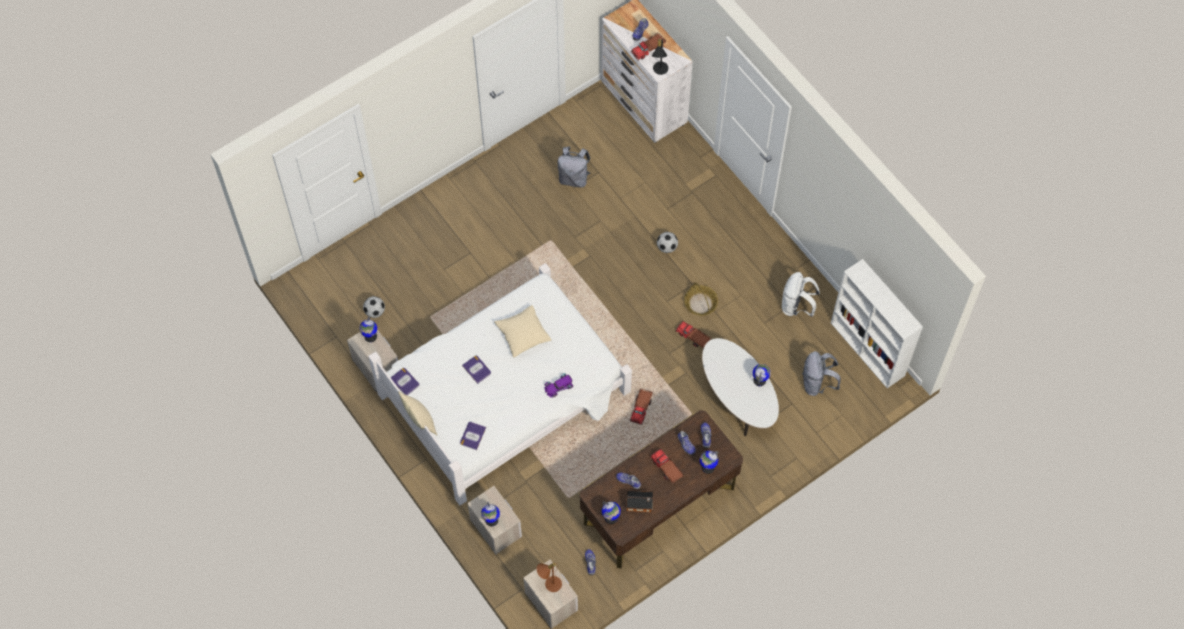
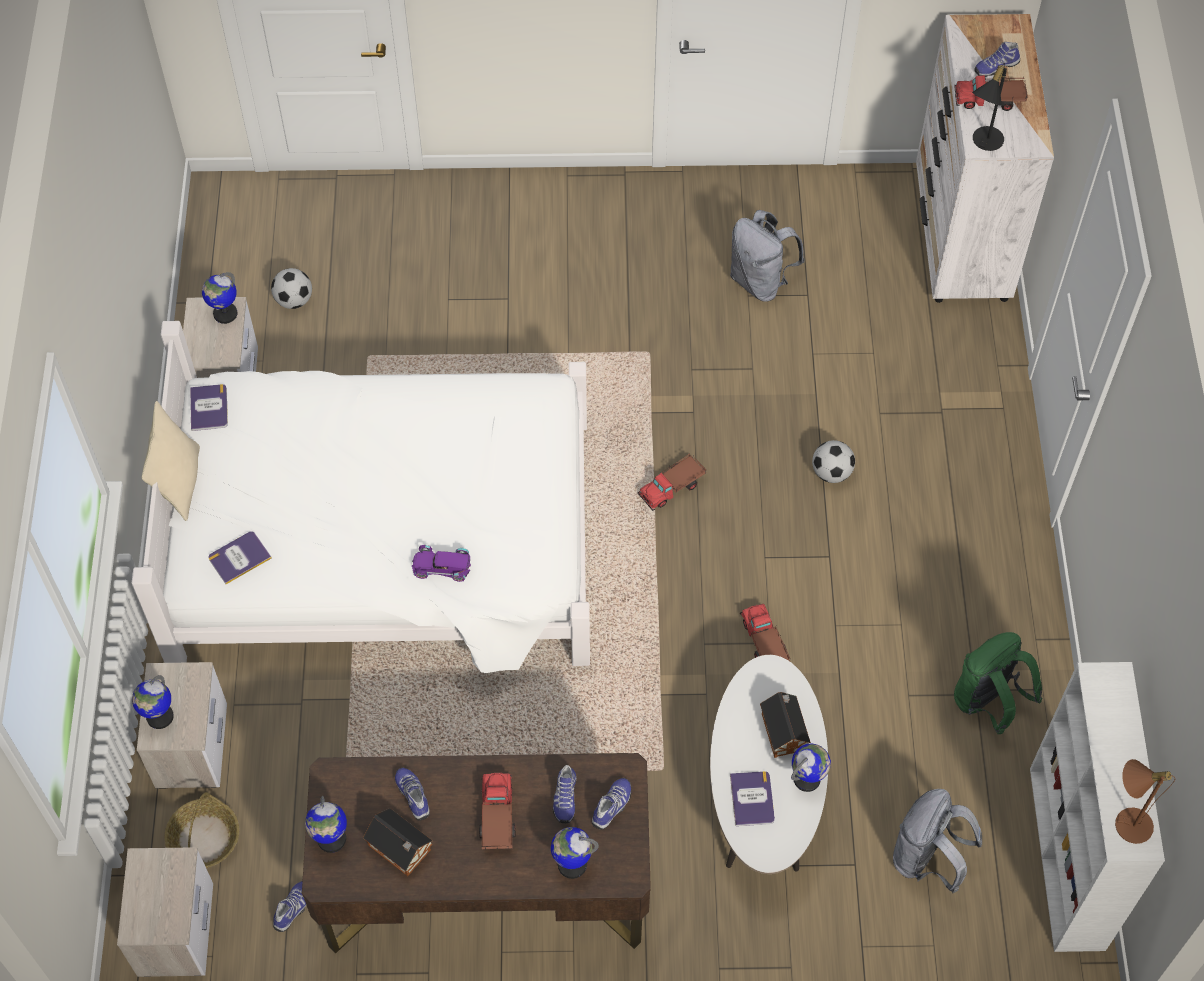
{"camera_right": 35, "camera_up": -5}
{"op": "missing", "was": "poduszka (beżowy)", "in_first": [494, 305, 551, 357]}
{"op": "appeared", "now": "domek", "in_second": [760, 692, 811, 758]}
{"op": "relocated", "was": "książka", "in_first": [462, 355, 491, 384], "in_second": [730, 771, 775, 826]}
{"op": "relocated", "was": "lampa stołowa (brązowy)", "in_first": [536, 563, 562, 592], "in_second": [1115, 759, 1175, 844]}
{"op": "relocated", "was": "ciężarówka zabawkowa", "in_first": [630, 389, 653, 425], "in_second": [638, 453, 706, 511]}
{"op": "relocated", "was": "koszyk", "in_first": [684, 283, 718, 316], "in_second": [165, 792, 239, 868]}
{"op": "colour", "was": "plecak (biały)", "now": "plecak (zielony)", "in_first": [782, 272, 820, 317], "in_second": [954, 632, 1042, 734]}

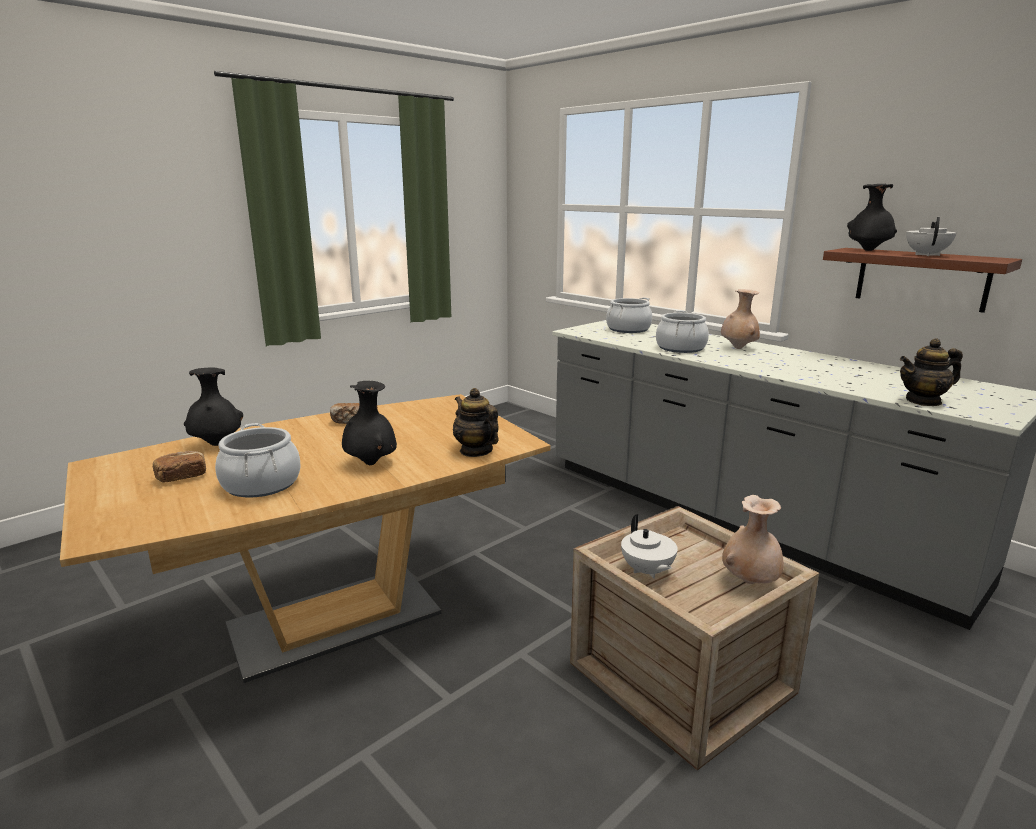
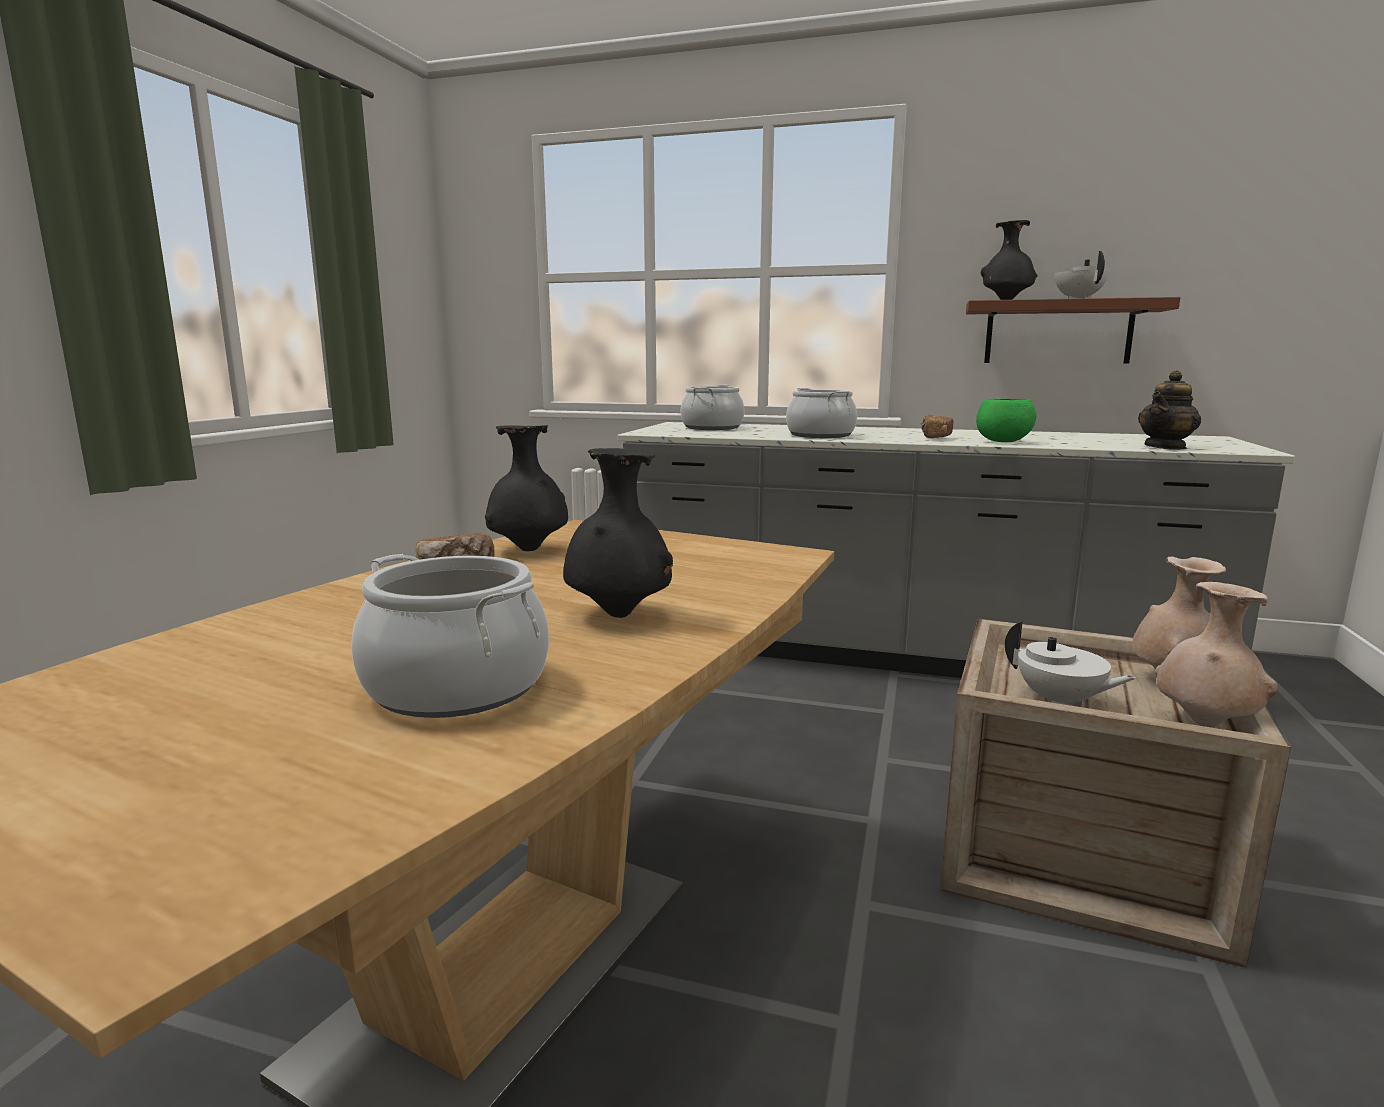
{"camera_right": -30, "camera_up": -5}
{"op": "missing", "was": "imbryk", "in_first": [453, 388, 499, 457]}
{"op": "appeared", "now": "miska (zielony)", "in_second": [976, 399, 1037, 442]}
{"op": "relocated", "was": "chleb", "in_first": [153, 451, 206, 483], "in_second": [921, 415, 953, 438]}
{"op": "relocated", "was": "wazon (czarny)", "in_first": [184, 368, 243, 446], "in_second": [485, 425, 568, 551]}
{"op": "relocated", "was": "wazon (beżowy)", "in_first": [721, 289, 760, 349], "in_second": [1156, 582, 1278, 728]}

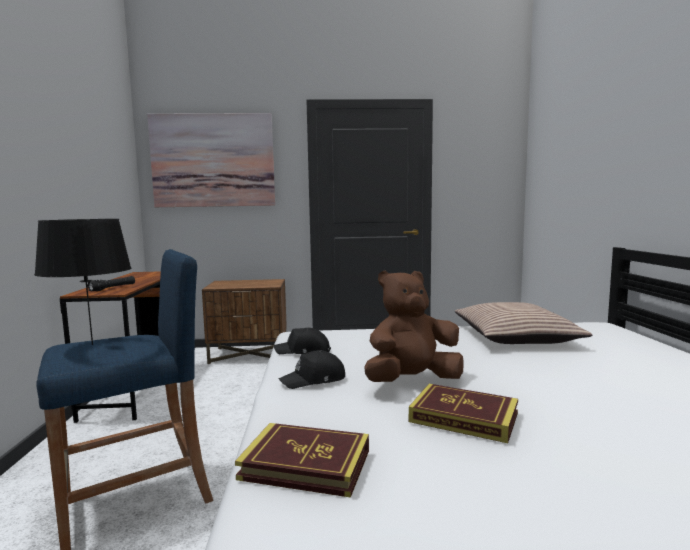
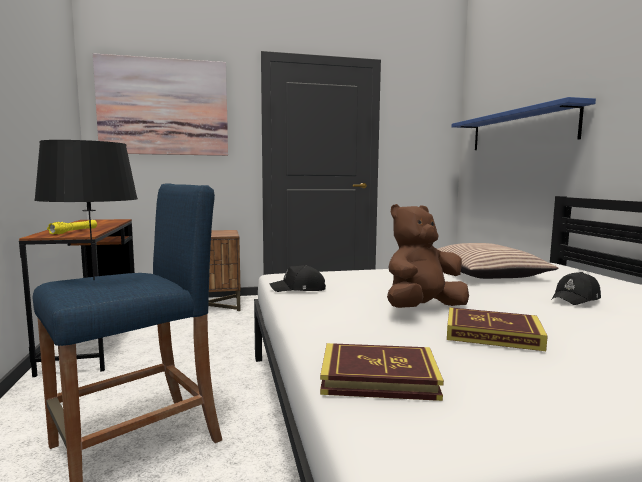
{"camera_right": -10, "camera_up": 0}
{"op": "appeared", "now": "półka (niebieski)", "in_second": [452, 97, 596, 150]}
{"op": "relocated", "was": "czapka z daszkiem (czarny)", "in_first": [278, 350, 345, 389], "in_second": [552, 272, 601, 305]}
{"op": "colour", "was": "latarka (czarny)", "now": "latarka (żółty)", "in_first": [87, 276, 135, 291], "in_second": [47, 220, 97, 234]}

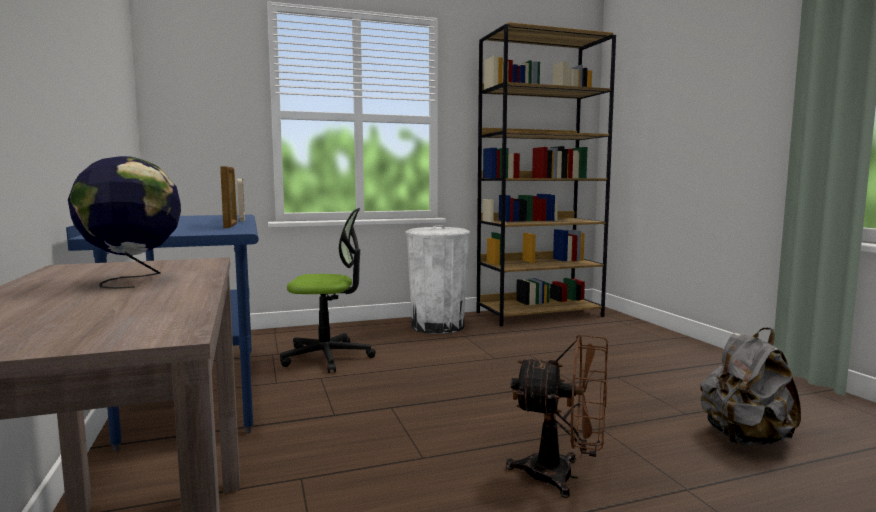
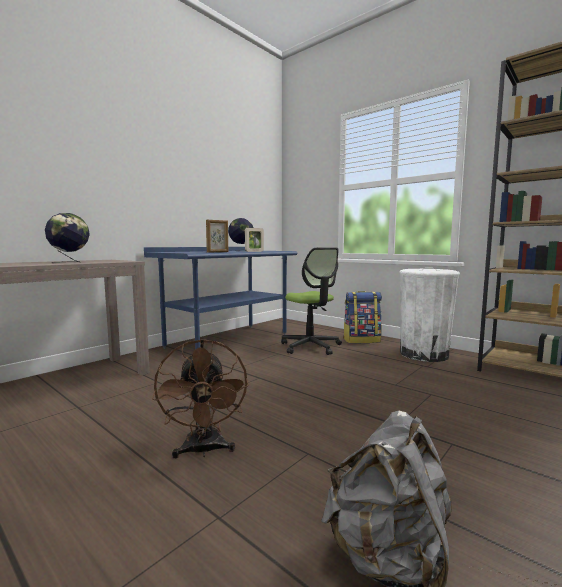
{"camera_right": 60, "camera_up": 0}
{"op": "appeared", "now": "globus", "in_second": [228, 218, 253, 251]}
{"op": "appeared", "now": "plecak", "in_second": [343, 291, 382, 343]}

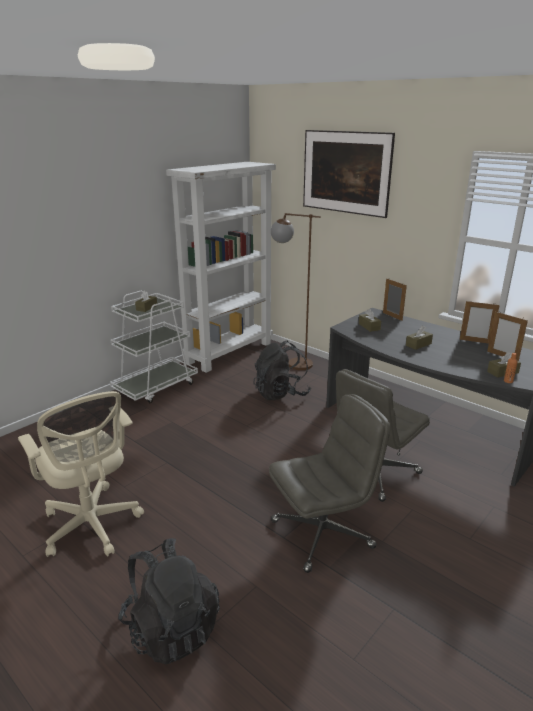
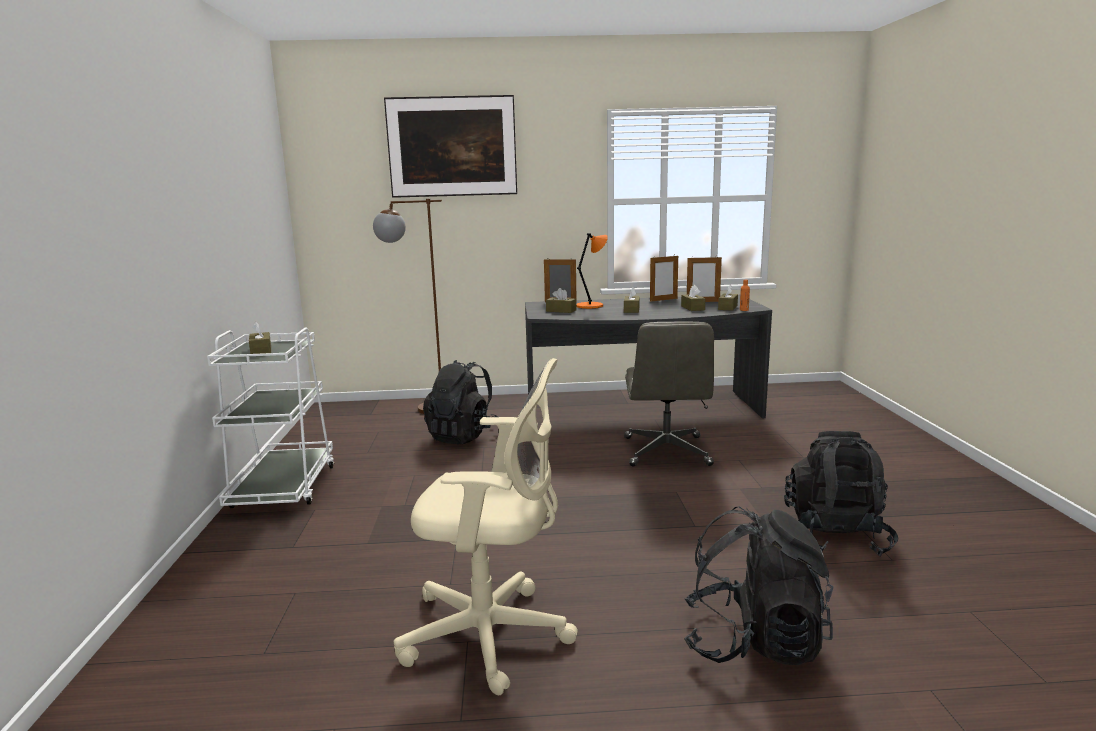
{"camera_right": -45, "camera_up": -10}
{"op": "missing", "was": "regał (biały)", "in_first": [166, 162, 276, 373]}
{"op": "missing", "was": "krzesło biurowe (szary)", "in_first": [269, 394, 391, 573]}
{"op": "appeared", "now": "lampa stołowa (pomarańczowy)", "in_second": [576, 233, 608, 309]}
{"op": "appeared", "now": "pudełko chusteczek (brązowy)", "in_second": [681, 285, 706, 311]}
{"op": "appeared", "now": "plecak (czarny)", "in_second": [784, 431, 898, 557]}

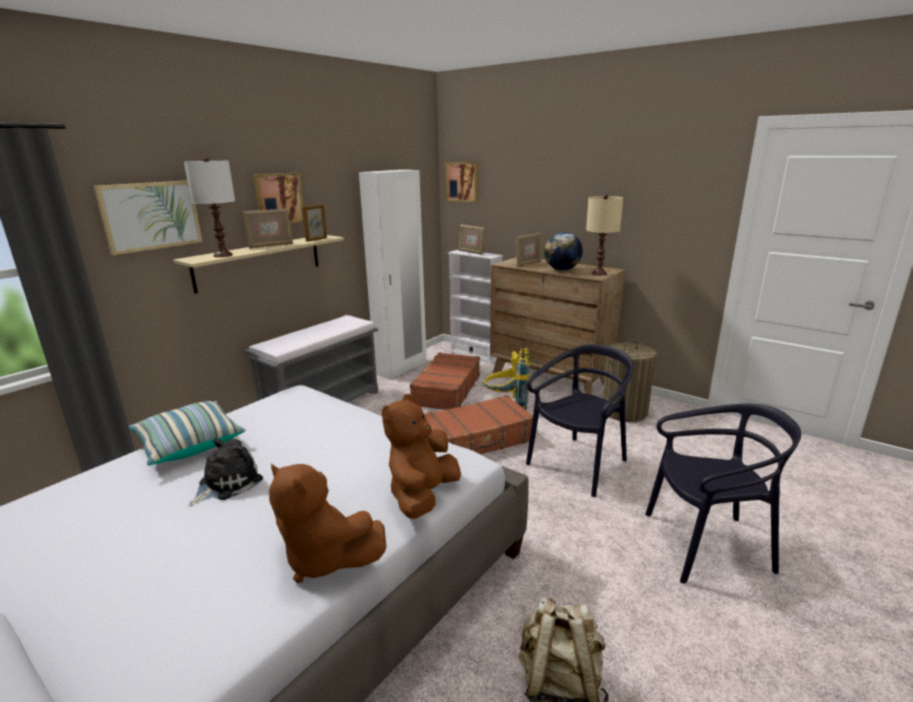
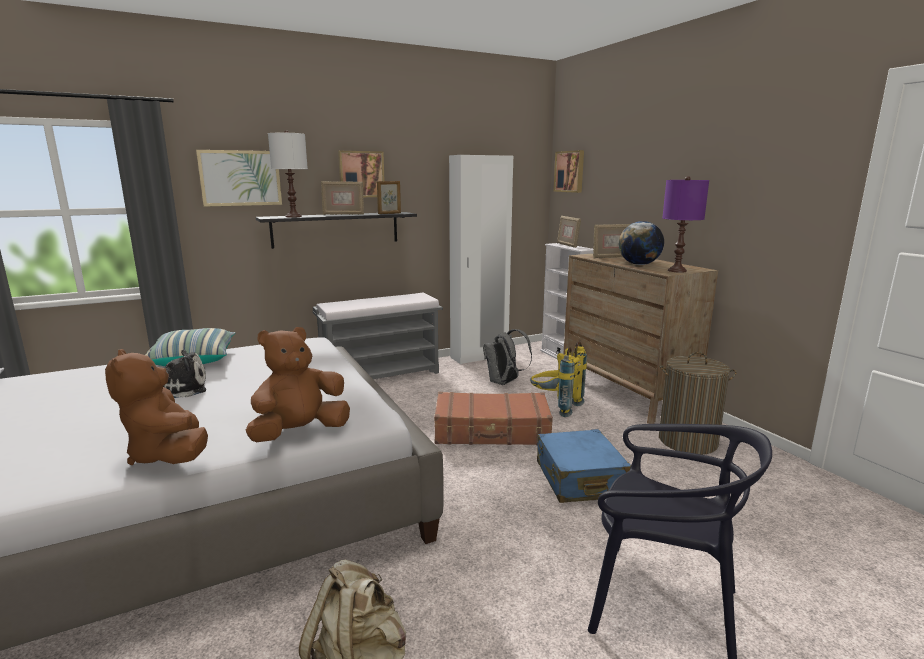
{"camera_right": 25, "camera_up": -5}
{"op": "exchanged", "was": "walizka (brązowy)", "now": "plecak (szary)", "in_first": [410, 352, 480, 410], "in_second": [483, 329, 532, 385]}
{"op": "exchanged", "was": "krzesło (czarny)", "now": "walizka (niebieski)", "in_first": [526, 344, 633, 497], "in_second": [537, 429, 631, 503]}
{"op": "colour", "was": "półka (beżowy)", "now": "półka (czarny)", "in_first": [173, 235, 344, 294], "in_second": [256, 212, 417, 249]}
{"op": "colour", "was": "lampa stołowa (beżowy)", "now": "lampa stołowa (fioletowy)", "in_first": [586, 194, 623, 276], "in_second": [662, 176, 709, 273]}

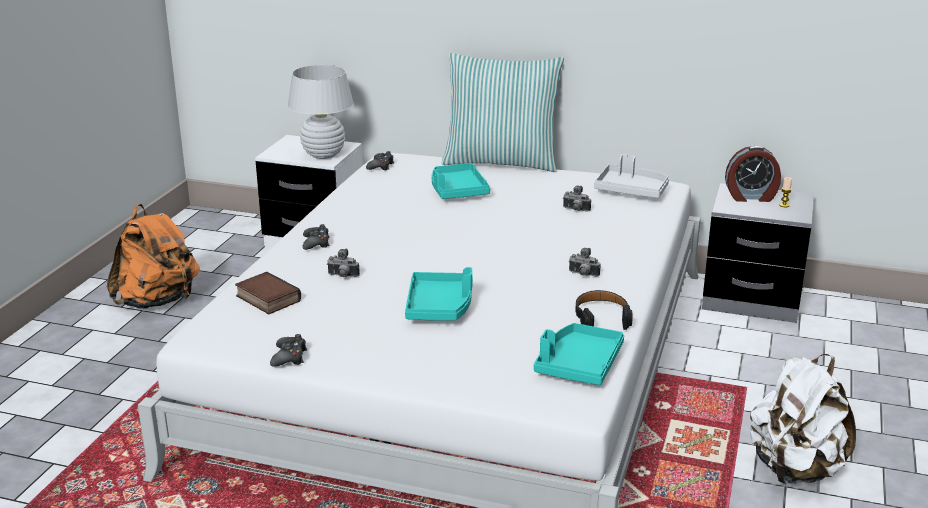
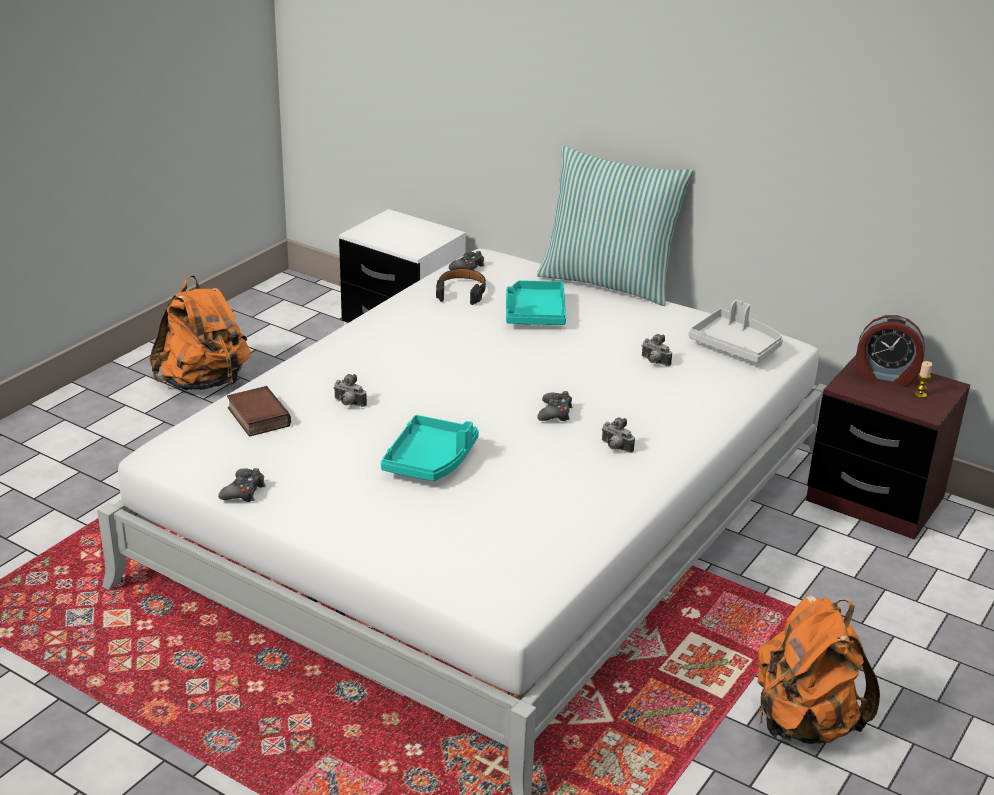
{"camera_right": 15, "camera_up": 5}
{"op": "missing", "was": "lampa stołowa (biały)", "in_first": [288, 65, 354, 159]}
{"op": "missing", "was": "taca (turkusowy)", "in_first": [534, 323, 624, 385]}
{"op": "relocated", "was": "pad do gier (czarny)", "in_first": [303, 224, 330, 250], "in_second": [537, 391, 573, 421]}
{"op": "relocated", "was": "słuchawki (czarny)", "in_first": [575, 290, 633, 330], "in_second": [436, 269, 486, 305]}
{"op": "colour", "was": "szafka nocna (szary)", "now": "szafka nocna (brązowy)", "in_first": [702, 183, 814, 323], "in_second": [806, 355, 970, 540]}
{"op": "colour", "was": "plecak (biały)", "now": "plecak (pomarańczowy)", "in_first": [749, 354, 856, 484], "in_second": [757, 595, 880, 744]}

